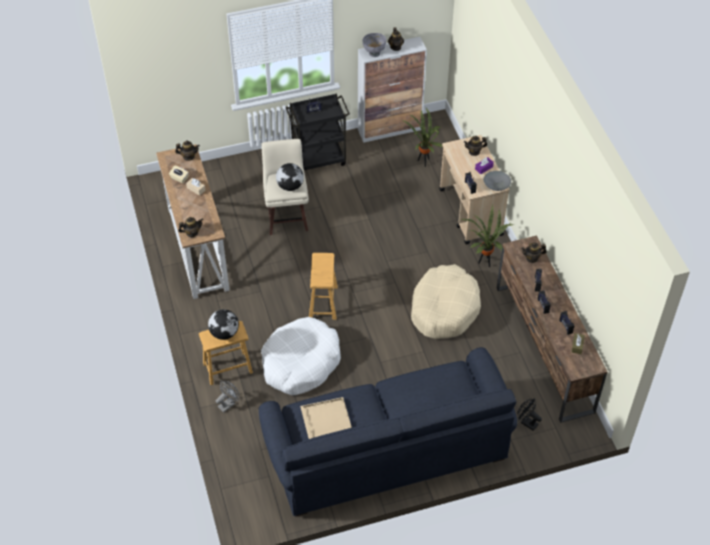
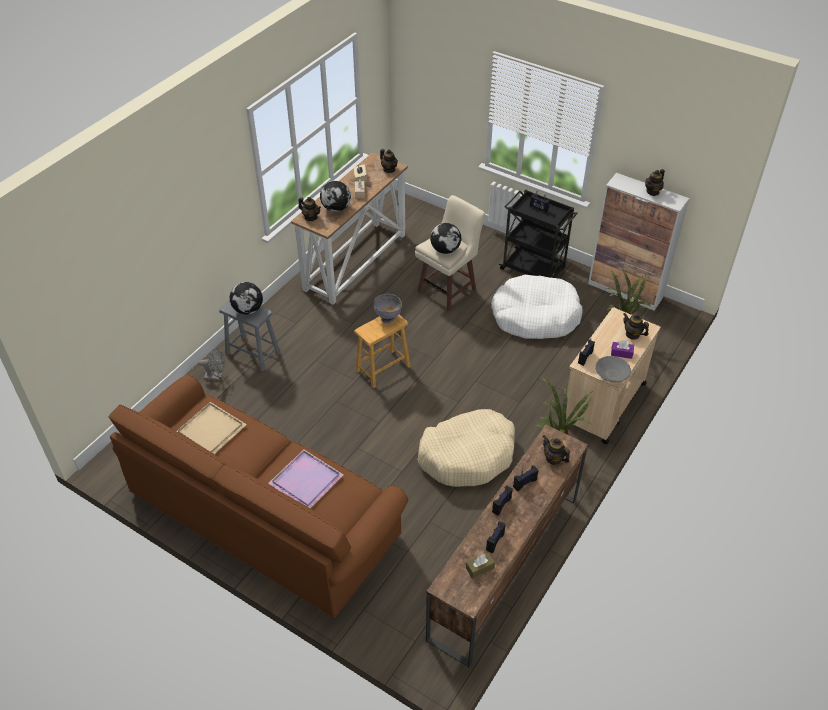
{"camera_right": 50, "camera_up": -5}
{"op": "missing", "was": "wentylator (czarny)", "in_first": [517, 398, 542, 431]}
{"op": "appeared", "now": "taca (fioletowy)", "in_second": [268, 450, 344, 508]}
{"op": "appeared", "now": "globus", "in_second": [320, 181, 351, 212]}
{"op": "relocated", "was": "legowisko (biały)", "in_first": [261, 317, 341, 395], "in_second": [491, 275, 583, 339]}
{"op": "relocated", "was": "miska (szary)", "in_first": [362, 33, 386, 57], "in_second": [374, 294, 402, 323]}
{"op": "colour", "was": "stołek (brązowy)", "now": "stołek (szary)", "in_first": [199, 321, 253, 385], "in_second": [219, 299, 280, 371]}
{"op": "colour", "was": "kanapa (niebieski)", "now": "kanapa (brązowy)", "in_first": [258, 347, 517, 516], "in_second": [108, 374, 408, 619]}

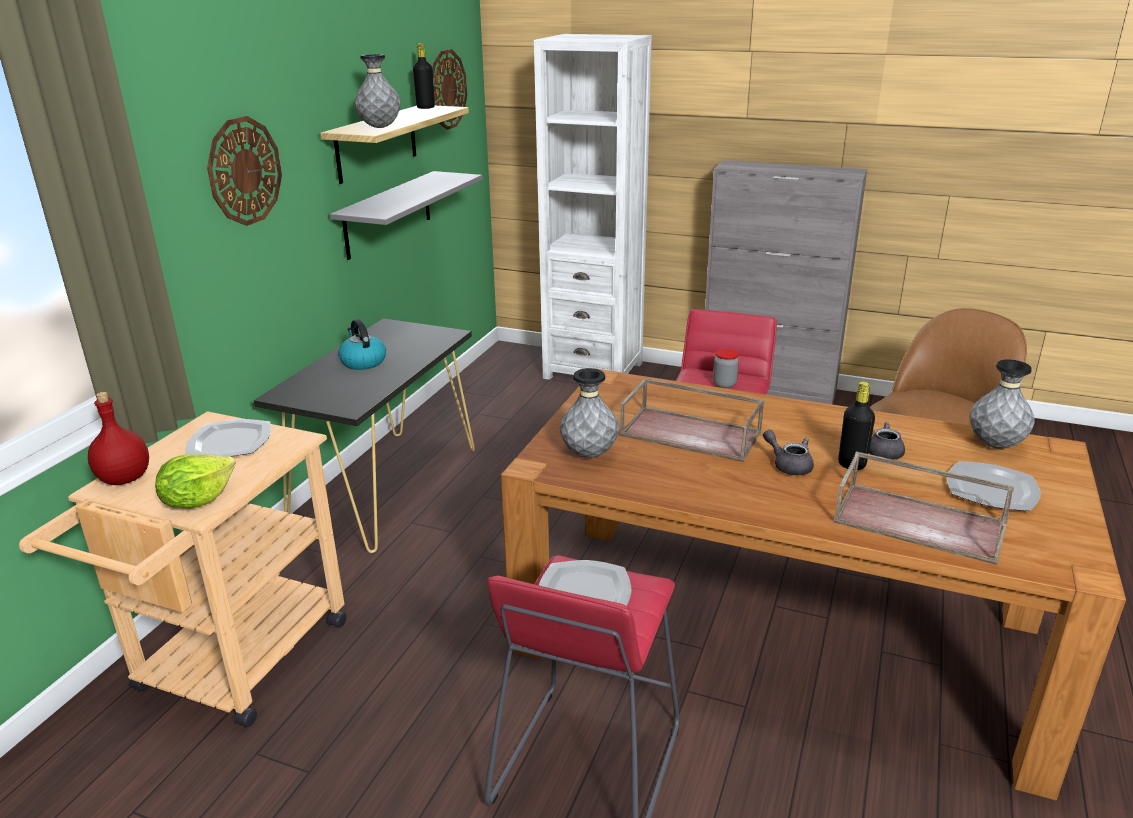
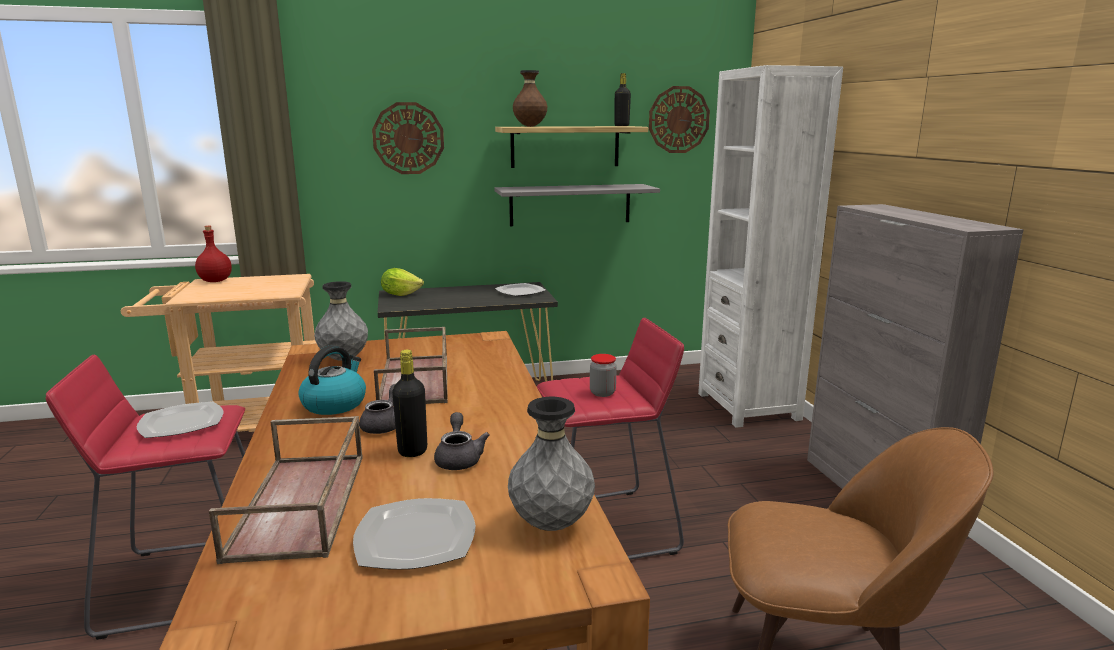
{"camera_right": 55, "camera_up": -10}
{"op": "relocated", "was": "sałata", "in_first": [155, 454, 236, 509], "in_second": [381, 268, 424, 296]}
{"op": "relocated", "was": "talerz", "in_first": [186, 419, 271, 457], "in_second": [495, 283, 546, 297]}
{"op": "relocated", "was": "czajnik", "in_first": [338, 319, 386, 370], "in_second": [298, 345, 366, 415]}
{"op": "colour", "was": "wazon (szary)", "now": "wazon (brązowy)", "in_first": [354, 54, 400, 128], "in_second": [513, 70, 547, 127]}

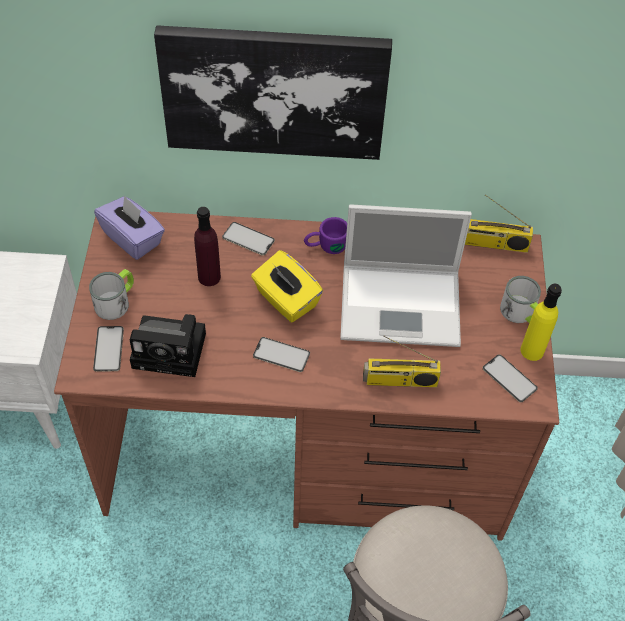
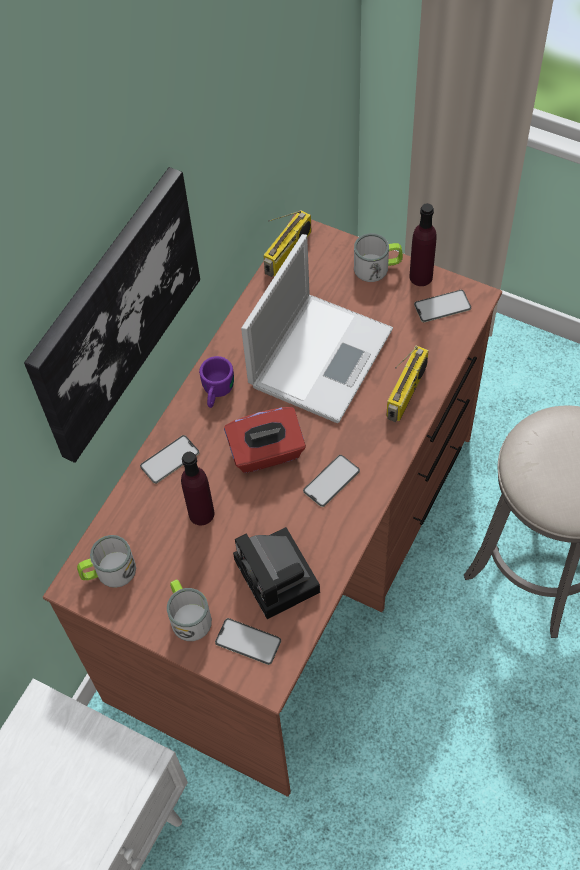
{"camera_right": -60, "camera_up": 5}
{"op": "exchanged", "was": "pudełko chusteczek (fioletowy)", "now": "kubek", "in_first": [94, 195, 165, 260], "in_second": [77, 535, 136, 588]}
{"op": "colour", "was": "pudełko chusteczek (żółty)", "now": "pudełko chusteczek (czerwony)", "in_first": [251, 250, 323, 323], "in_second": [224, 407, 306, 473]}
{"op": "colour", "was": "butelka (żółty)", "now": "butelka (fioletowy)", "in_first": [521, 284, 562, 361], "in_second": [410, 203, 437, 286]}
{"op": "spun", "was": "aparat fotograficzny", "in_first": [130, 314, 206, 377], "in_second": [233, 527, 320, 619], "clockwise": 120}

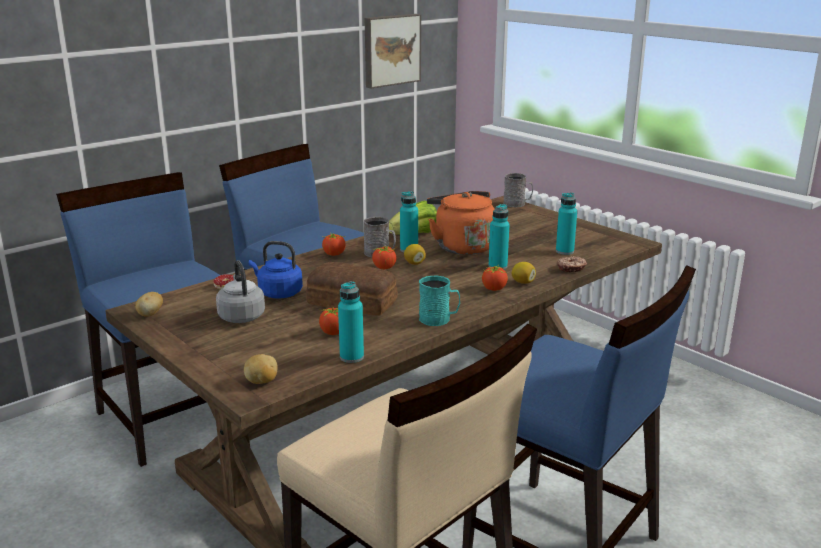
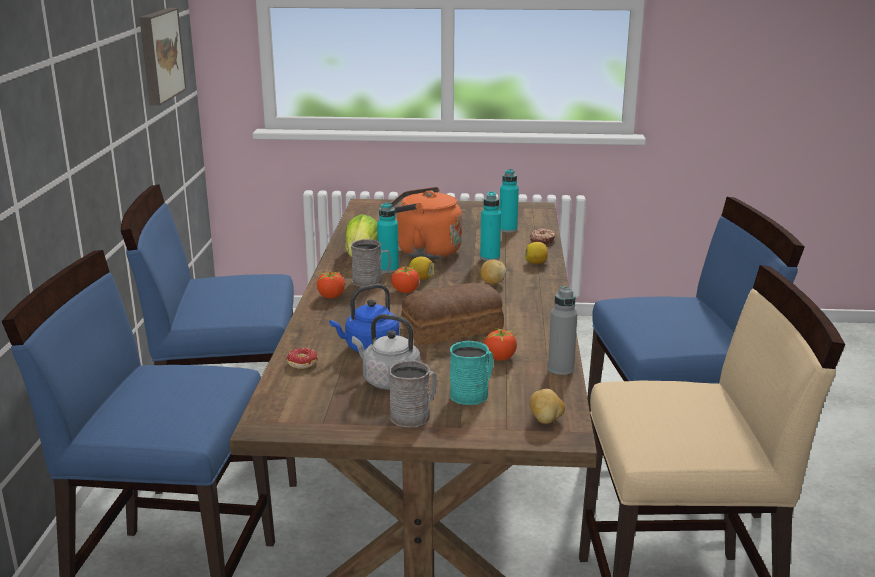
{"camera_right": -45, "camera_up": 0}
{"op": "missing", "was": "pomidor", "in_first": [482, 265, 508, 291]}
{"op": "relocated", "was": "ziemniak", "in_first": [135, 292, 163, 317], "in_second": [481, 260, 506, 284]}
{"op": "relocated", "was": "kubek (turkusowy)", "in_first": [419, 276, 460, 326], "in_second": [450, 341, 493, 405]}
{"op": "relocated", "was": "kubek (szary)", "in_first": [503, 173, 533, 207], "in_second": [389, 360, 437, 427]}
{"op": "colour", "was": "butelka (turkusowy)", "now": "butelka (szary)", "in_first": [338, 281, 364, 363], "in_second": [548, 286, 578, 375]}

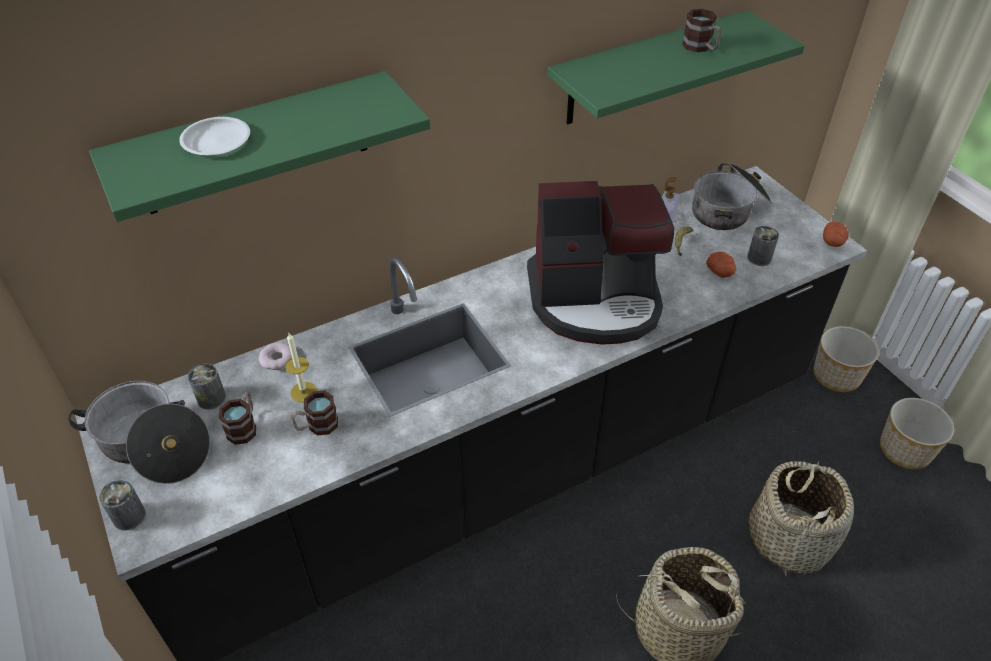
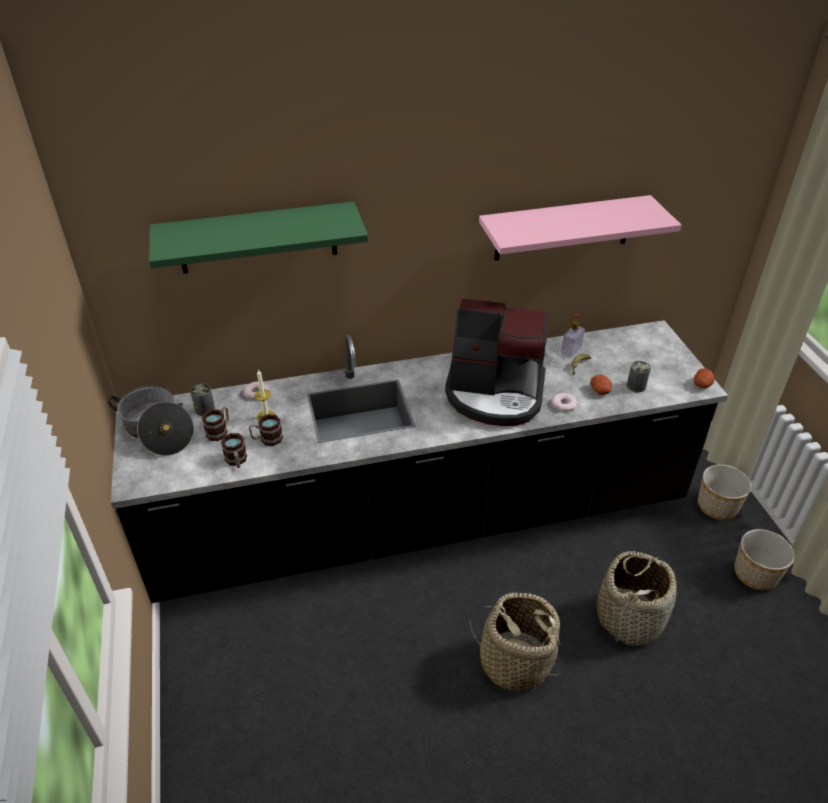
{"camera_right": 15, "camera_up": -5}
{"op": "missing", "was": "puszka", "in_first": [99, 480, 146, 531]}
{"op": "missing", "was": "talerz (biały)", "in_first": [179, 117, 250, 156]}
{"op": "missing", "was": "garnek", "in_first": [692, 163, 772, 230]}
{"op": "appeared", "now": "donut", "in_second": [551, 393, 577, 411]}
{"op": "relocated", "was": "kubek", "in_first": [682, 9, 722, 53], "in_second": [221, 433, 247, 468]}
{"op": "colour", "was": "półka (zielony)", "now": "półka (różowy)", "in_first": [547, 10, 805, 124], "in_second": [479, 195, 681, 261]}

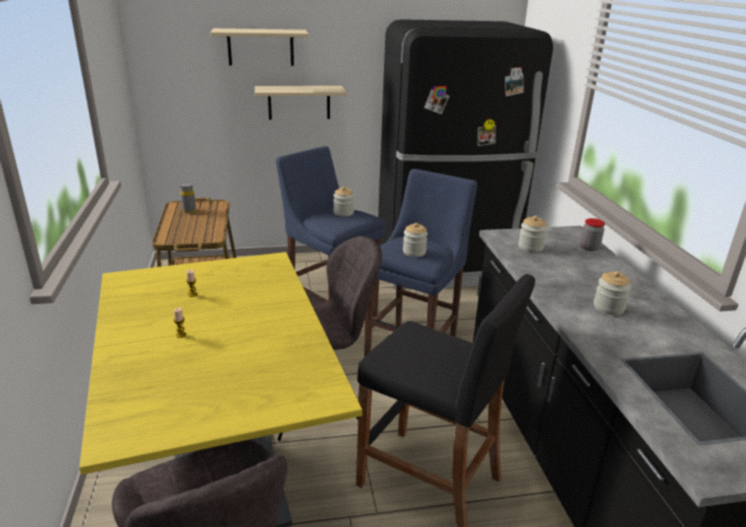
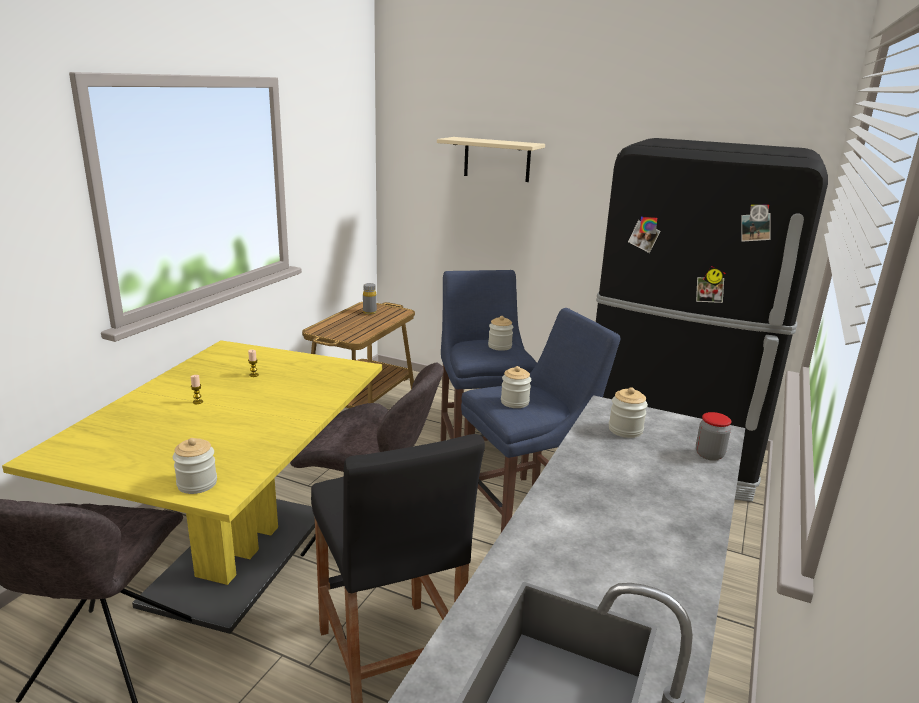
{"camera_right": 35, "camera_up": -5}
{"op": "missing", "was": "półka (beżowy)", "in_first": [255, 86, 347, 120]}
{"op": "relocated", "was": "słoik", "in_first": [594, 271, 631, 315], "in_second": [173, 438, 217, 494]}

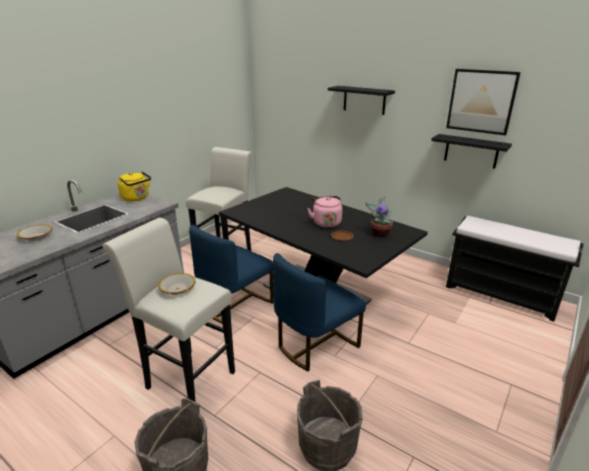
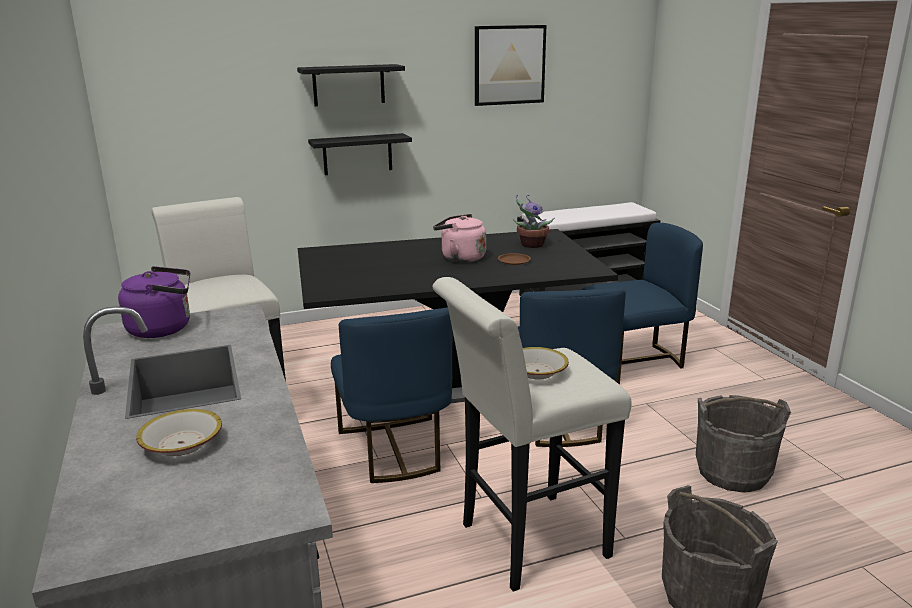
{"camera_right": -55, "camera_up": -5}
{"op": "appeared", "now": "krzesło (niebieski)", "in_second": [582, 223, 703, 385]}
{"op": "relocated", "was": "półka (czarny)", "in_first": [431, 134, 512, 169], "in_second": [308, 133, 412, 175]}
{"op": "colour", "was": "czajnik (żółty)", "now": "czajnik (fioletowy)", "in_first": [118, 171, 151, 201], "in_second": [118, 266, 190, 338]}

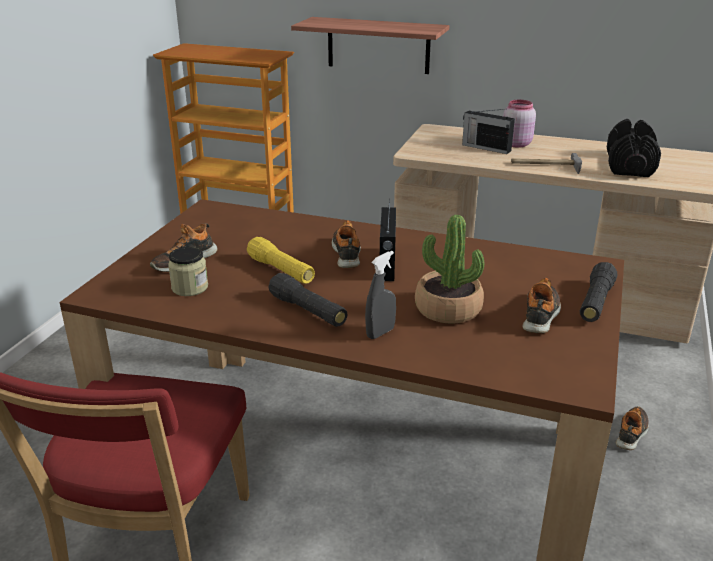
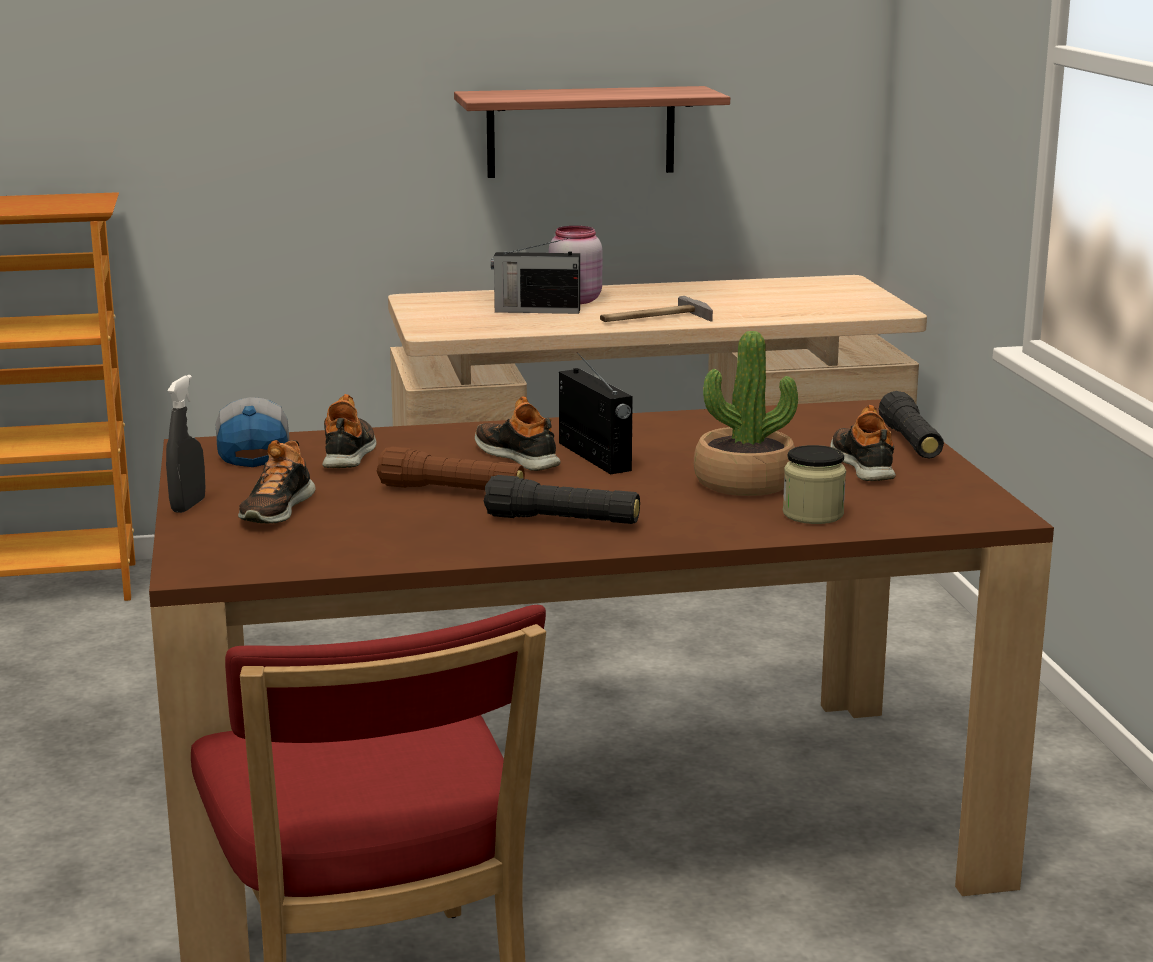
{"camera_right": -30, "camera_up": -10}
{"op": "missing", "was": "hantel (czarny)", "in_first": [607, 119, 661, 177]}
{"op": "appeared", "now": "czapka z daszkiem", "in_second": [215, 397, 289, 467]}
{"op": "relocated", "was": "słoik", "in_first": [168, 247, 208, 296], "in_second": [783, 445, 846, 524]}
{"op": "relocated", "was": "półka", "in_first": [291, 17, 449, 74], "in_second": [454, 86, 730, 178]}
{"op": "relocated", "was": "spryskiwacz (szary)", "in_first": [365, 251, 396, 339], "in_second": [166, 375, 205, 513]}
{"op": "relocated", "was": "but", "in_first": [616, 406, 649, 450], "in_second": [322, 394, 377, 468]}
{"op": "colour", "was": "latarka (żółty)", "now": "latarka (brązowy)", "in_first": [247, 237, 315, 284], "in_second": [377, 446, 525, 490]}

